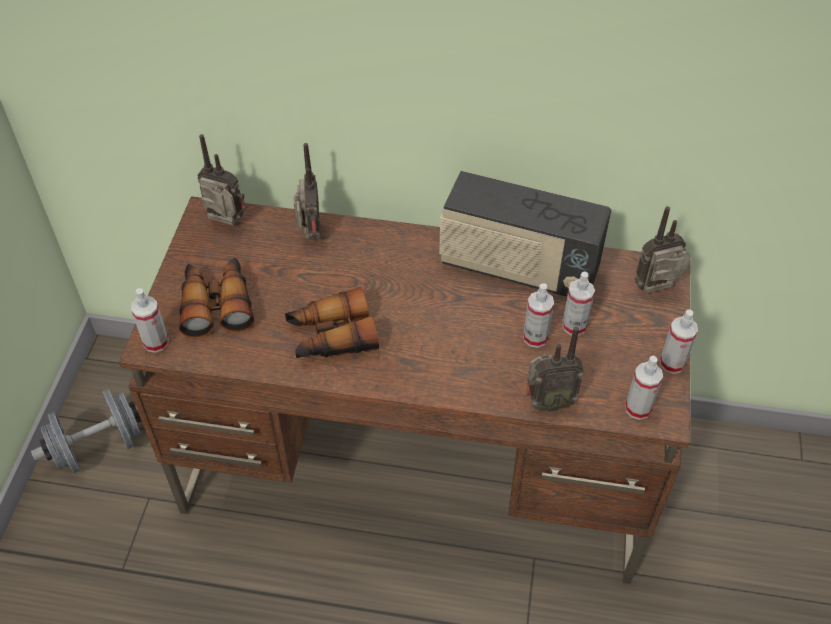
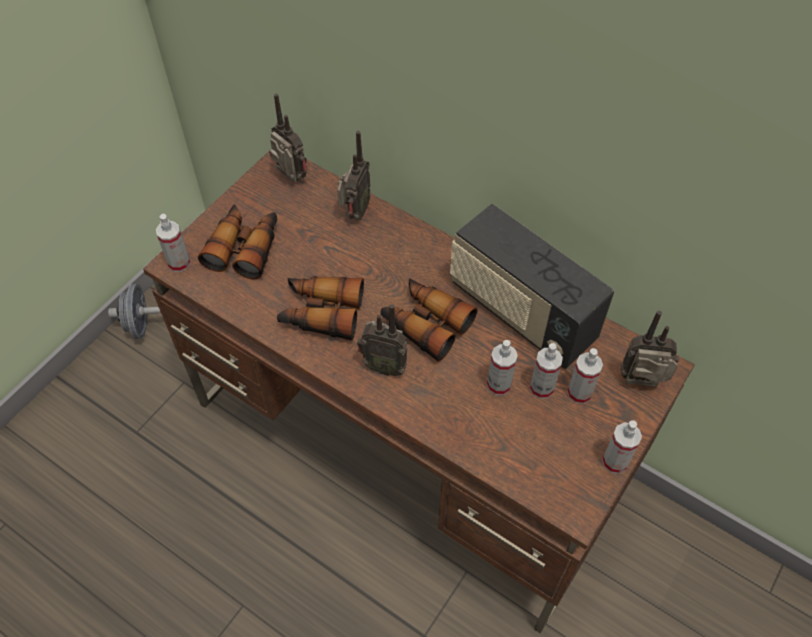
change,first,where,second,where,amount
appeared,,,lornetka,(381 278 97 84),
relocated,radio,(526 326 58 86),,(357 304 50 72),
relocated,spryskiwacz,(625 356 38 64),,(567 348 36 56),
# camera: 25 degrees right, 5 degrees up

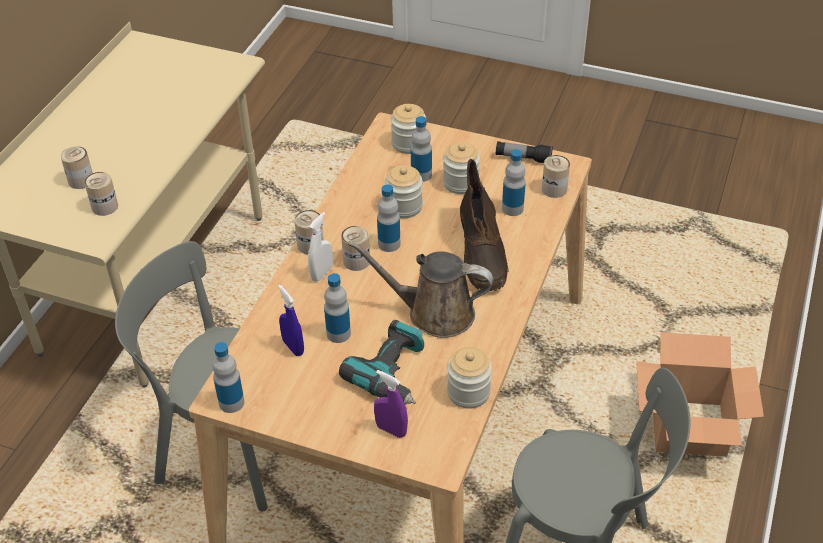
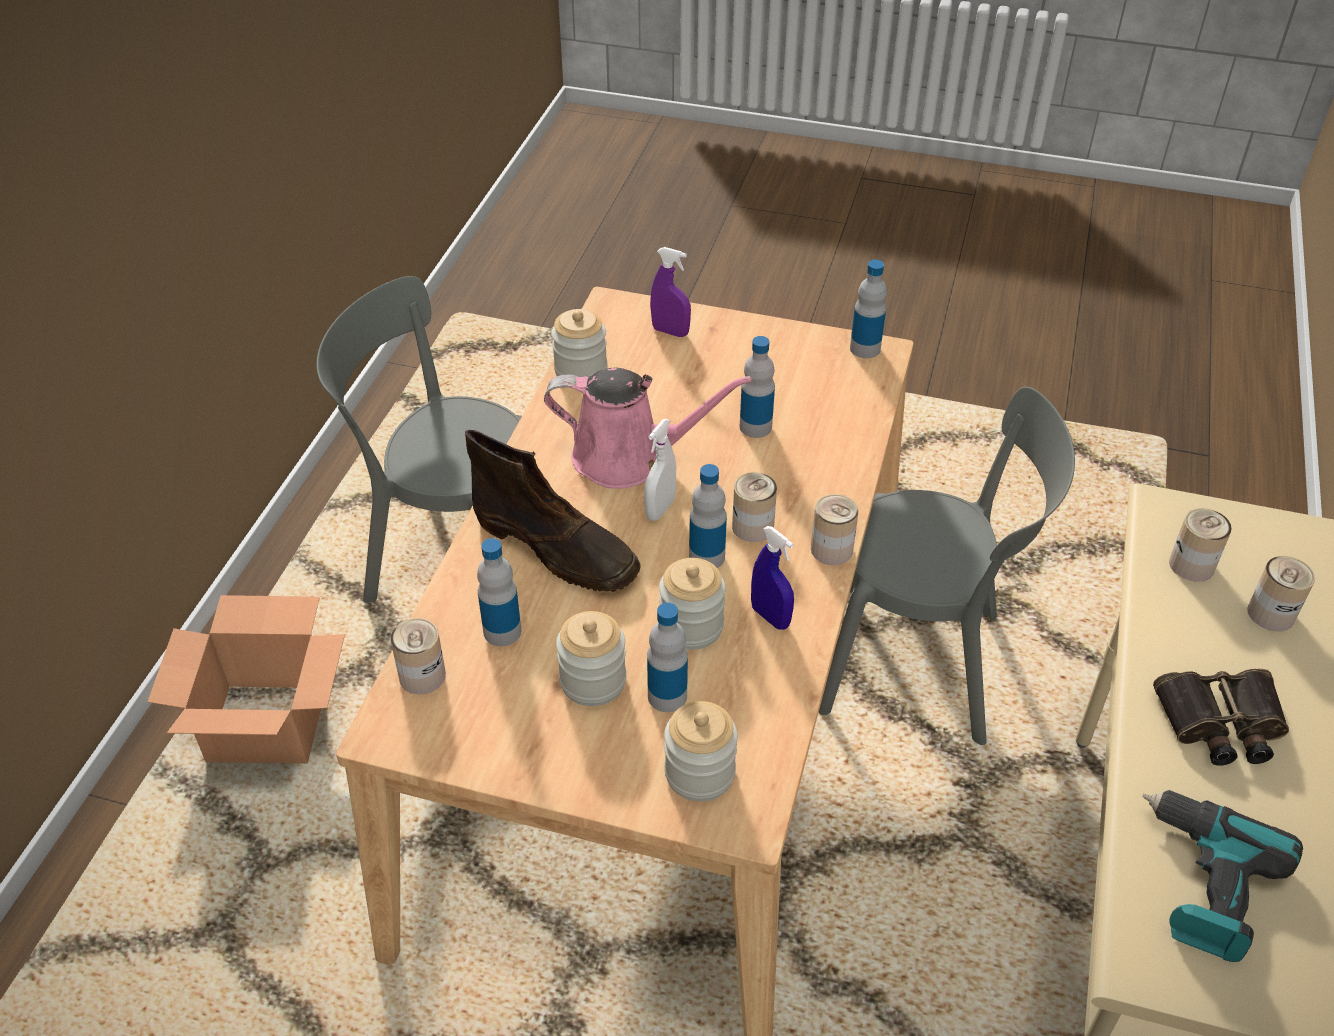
change,first,where,second,where,amount
missing,latarka,(496 141 57 22),,,
appeared,,,lornetka,(1153 669 136 97),
relocated,spryskiwacz [niebieski],(278 285 26 71),,(751 526 43 104),
relocated,spryskiwacz [biały],(308 212 25 70),,(644 419 32 102),
relocated,wiertarka,(339 320 85 85),,(1142 790 161 172),
colour,konewka [brązowy],(348 240 145 98),konewka [różowy],(544 368 208 121),
spun,but z cholewką [brązowy],(460 159 49 132),,(465 430 176 162),135 degrees clockwise
# camera: 175 degrees right, 0 degrees up

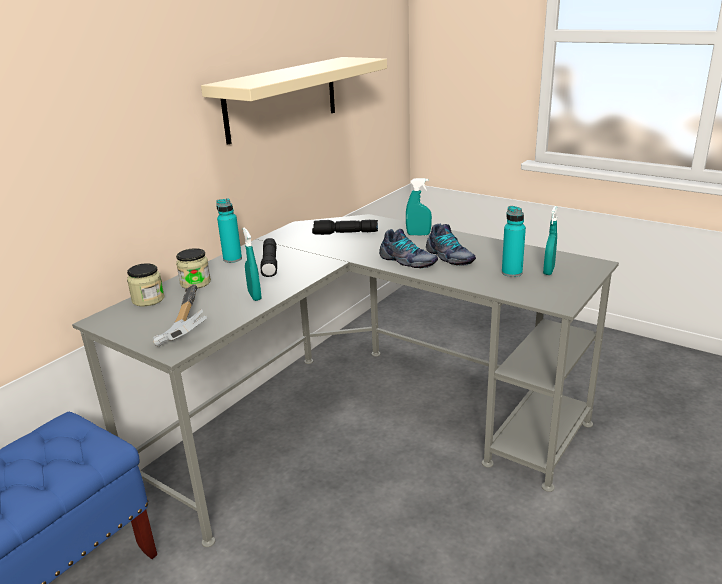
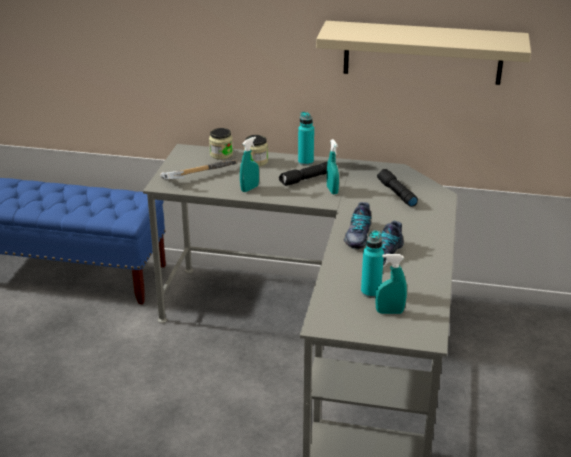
change,first,where,second,where,amount
relocated,spryskiwacz [turkusowy],(406 178 26 58),,(327 139 12 55),
# camera: 65 degrees right, 5 degrees up

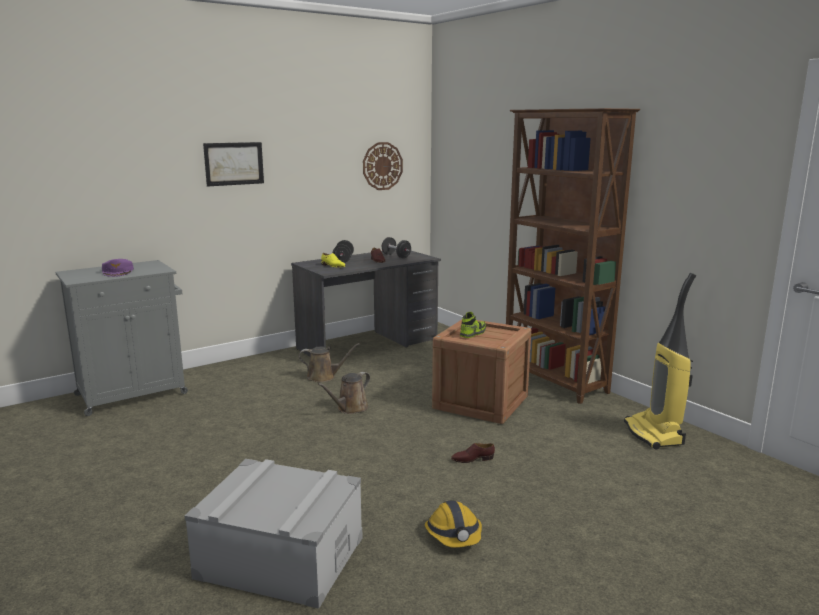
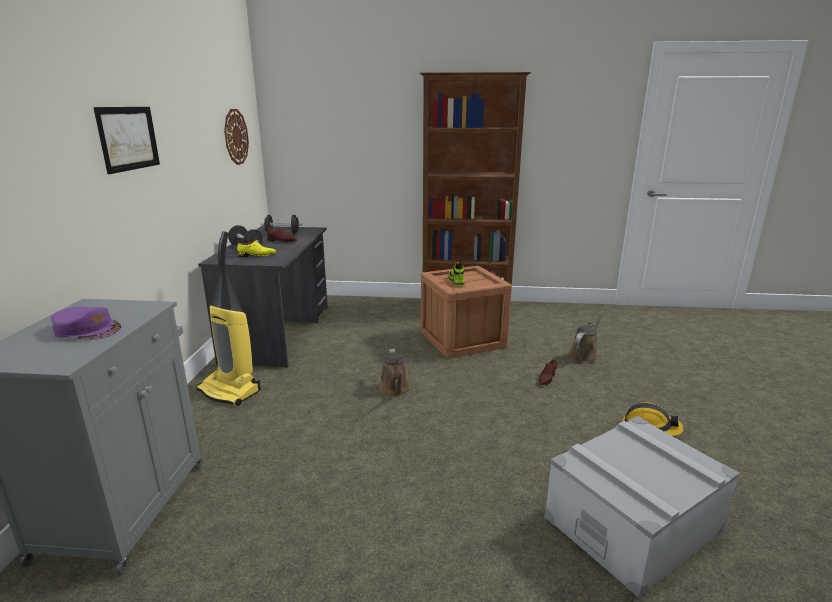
change,first,where,second,where,amount
relocated,konewka [brązowy],(299 343 61 39),,(568 311 36 52),
relocated,odkurzacz,(624 273 72 177),,(197 231 64 175),
# camera: 50 degrees left, 5 degrees up

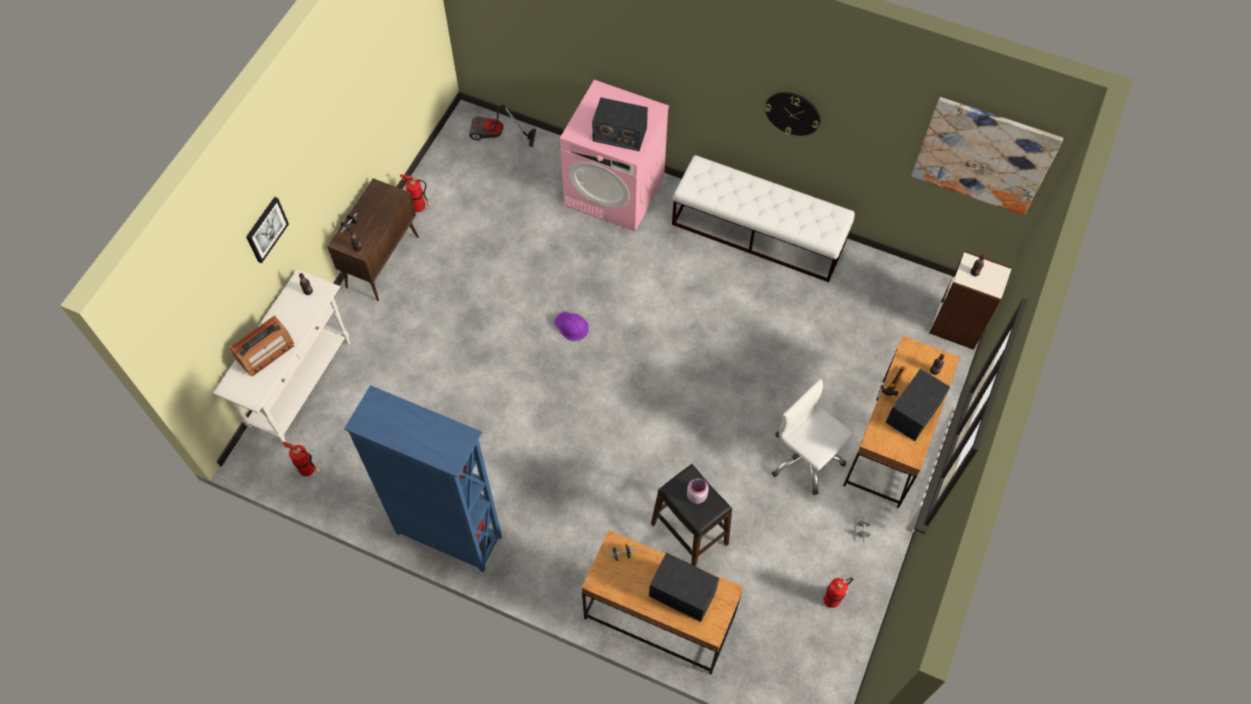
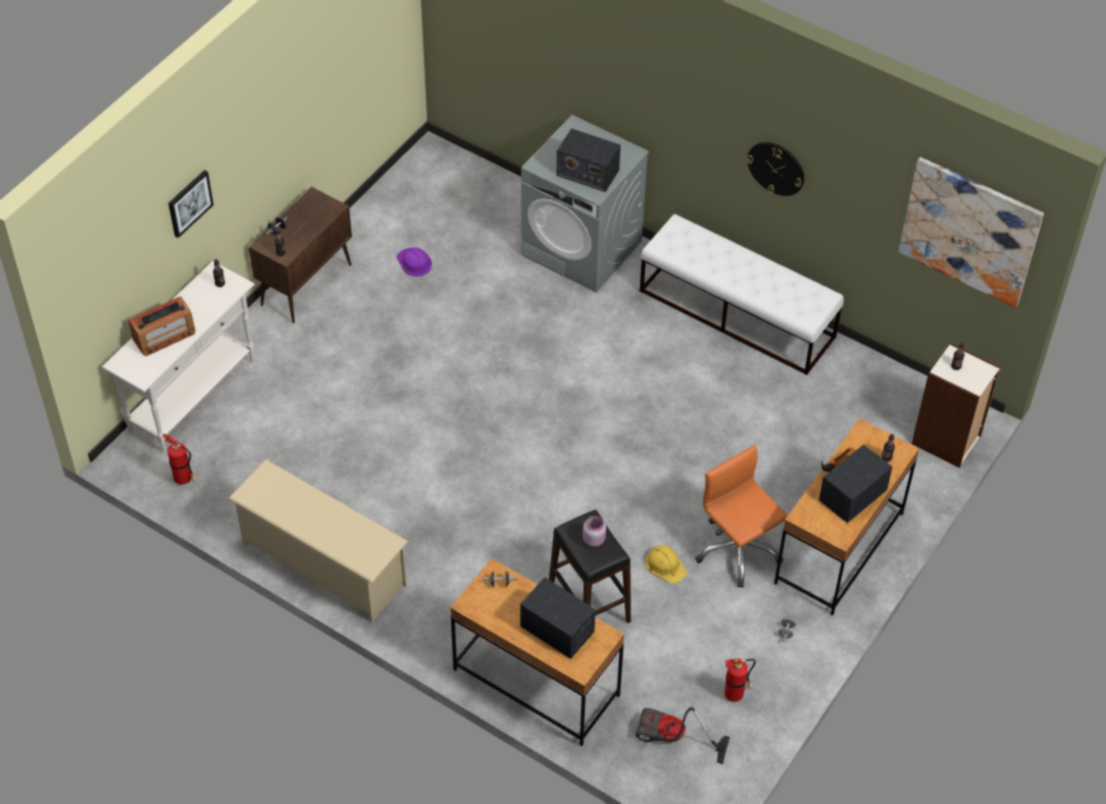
change,first,where,second,where,amount
missing,gaśnica,(400 175 32 37),,,
appeared,,,kask [żółty],(646 545 41 39),
relocated,odkurzacz,(469 105 67 42),,(635 707 95 57),
relocated,kask [fioletowy],(554 312 35 29),,(396 247 36 29),
exchanged,regał [niebieski],(344 385 158 187),regał na buty [beżowy],(228 459 180 163),
colour,pralka [różowy],(560 80 109 151),pralka [szary],(521 115 128 177),
colour,krzesło biurowe [biały],(772 379 82 116),krzesło biurowe [pomarańczowy],(695 445 93 142),
# camera: 10 degrees right, 10 degrees down

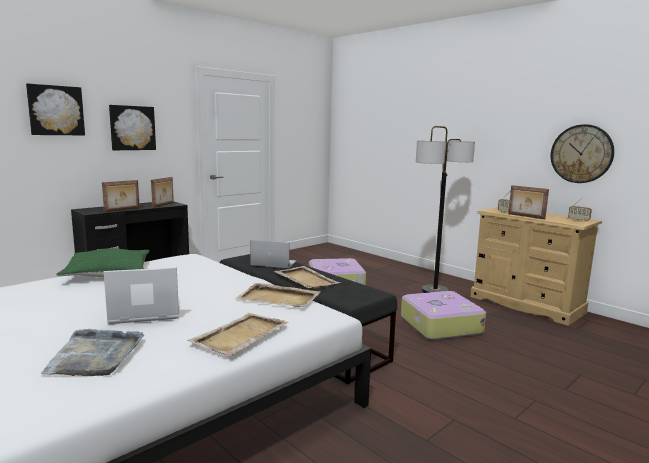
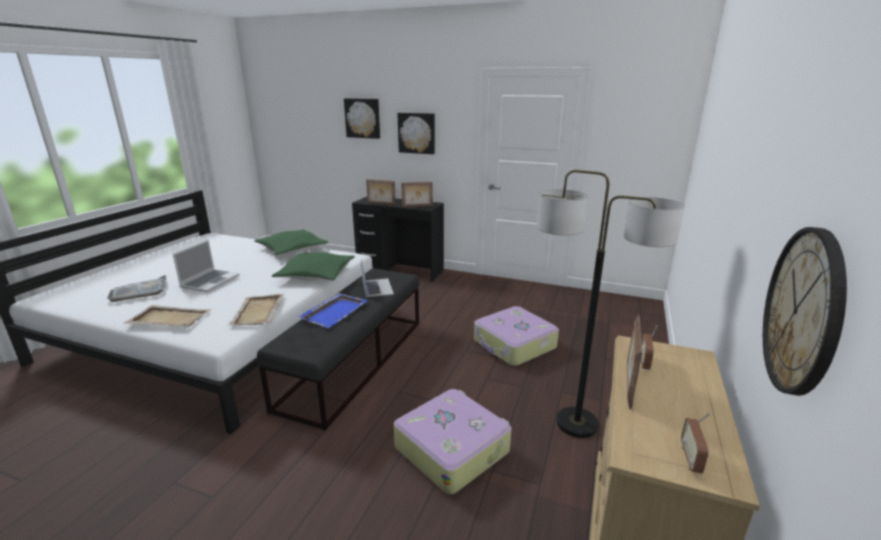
change,first,where,second,where,amount
appeared,,,poduszka [zielony],(272 252 83 29),
colour,taca [beżowy],(274 266 67 24),taca [niebieski],(298 293 70 35),
spun,laptop,(104 267 76 57),,(173 240 67 52),60 degrees clockwise
# camera: 65 degrees right, 10 degrees up

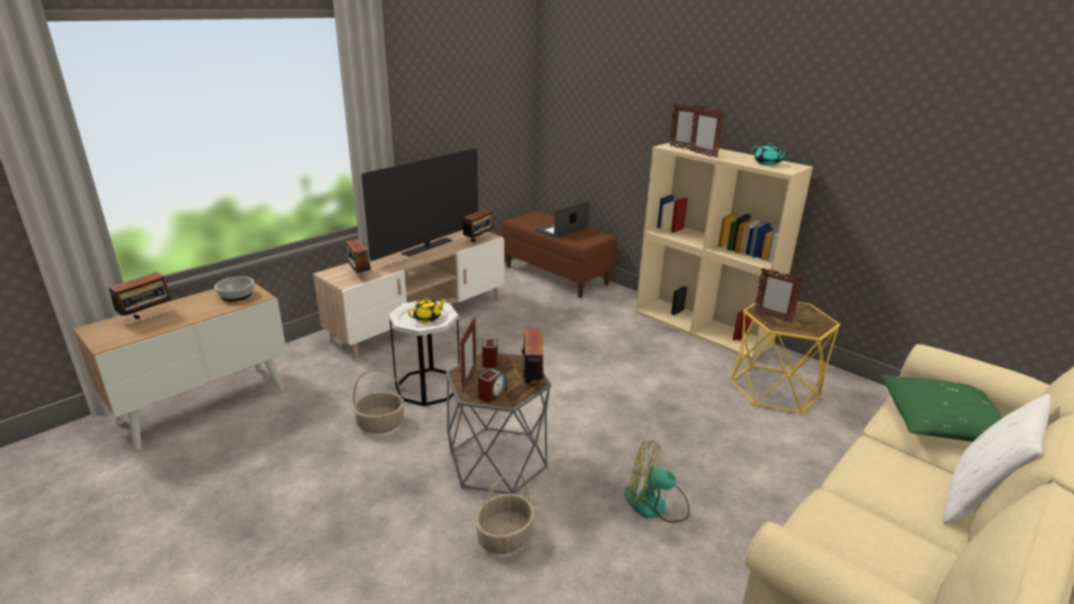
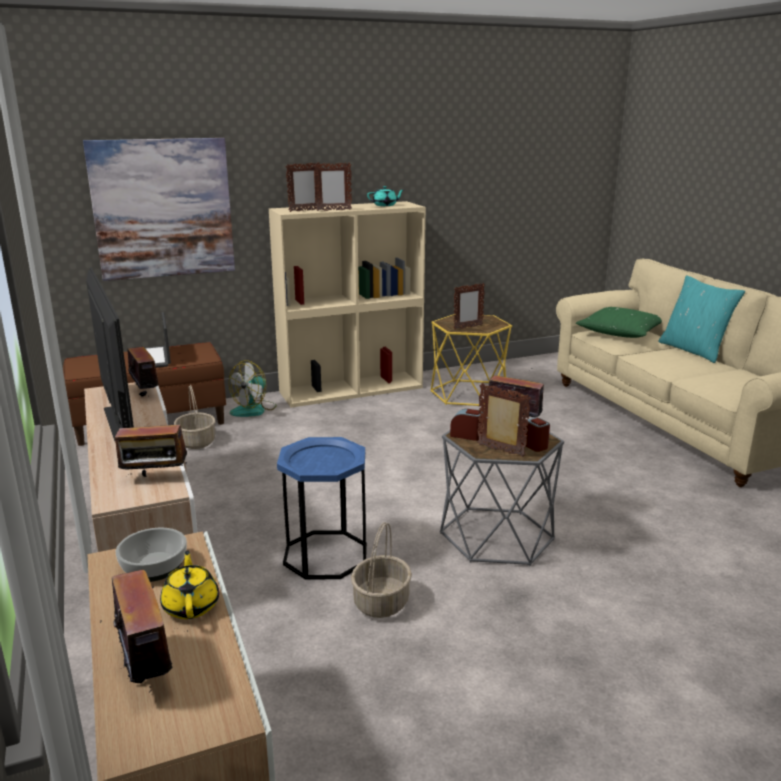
change,first,where,second,where,amount
appeared,,,obraz,(83 138 152 143),
relocated,imbryk [żółty],(408 297 39 26),,(160 550 59 69),
relocated,koszyk,(475 471 60 83),,(174 385 41 64),
relocated,wentylator,(624 440 66 83),,(229 360 48 57),
colour,stolik [biały],(389 301 71 105),stolik [niebieski],(277 437 90 142),
colour,poduszka [biały],(943 394 108 131),poduszka [turkusowy],(658 275 87 88),
# camera: 65 degrees left, 5 degrees down

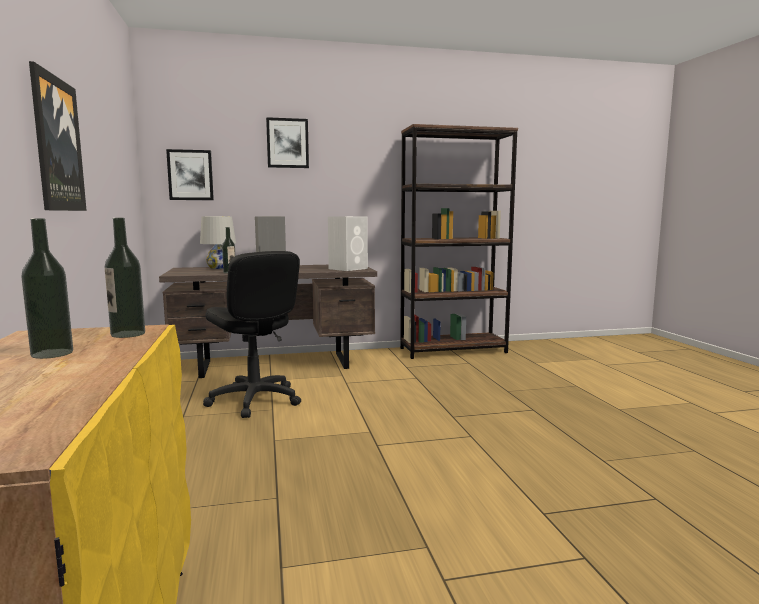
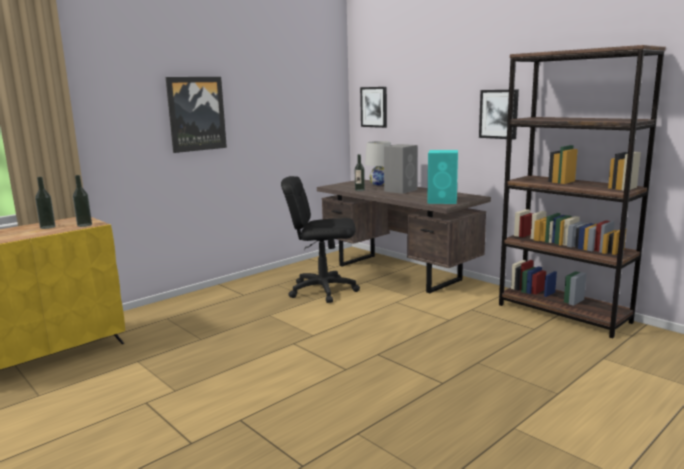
change,first,where,second,where,amount
relocated,obraz,(266 117 43 51),,(479 89 40 51),
colour,głośnik [biały],(328 216 40 55),głośnik [turkusowy],(427 150 31 54),
spun,krzesło biurowe [czarny],(203 251 98 167),,(281 176 79 127),75 degrees clockwise
# camera: 60 degrees right, 5 degrees up

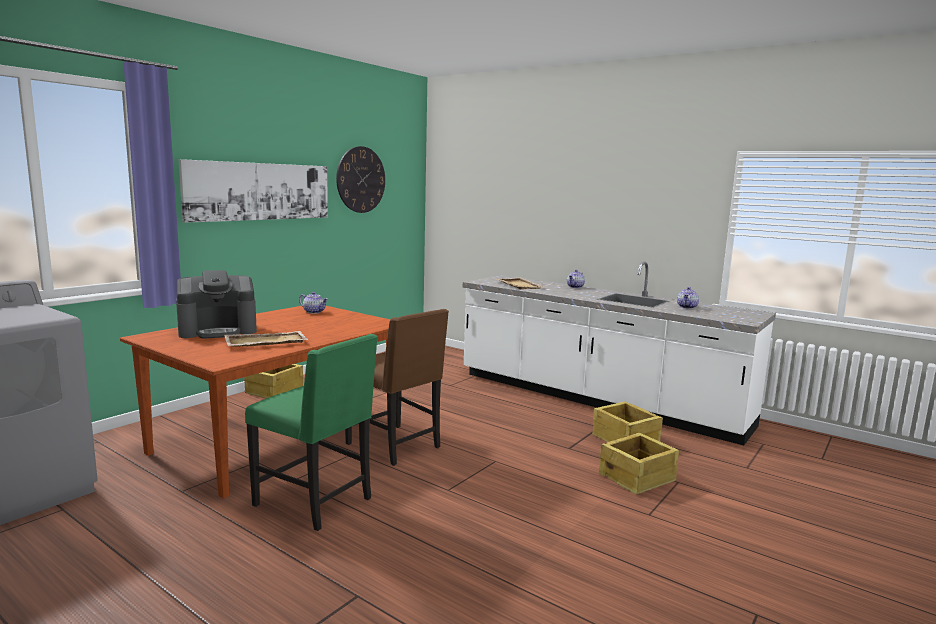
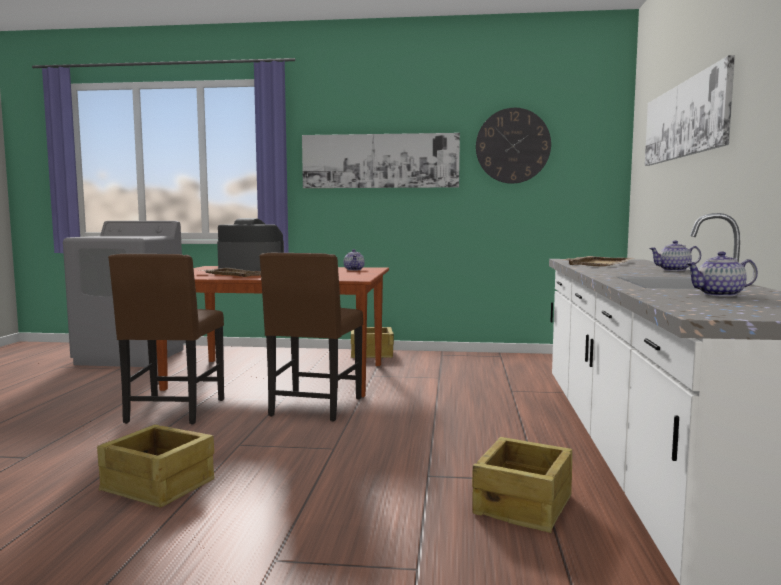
change,first,where,second,where,amount
appeared,,,obraz,(645 55 90 111),
relocated,skrzynka,(599 433 80 62),,(97 425 118 82),
colour,krzesło [zielony],(245 334 133 197),krzesło [brązowy],(108 254 116 170),
spun,ekspres do kawy,(176 270 81 69),,(217 218 67 53),150 degrees clockwise
# camera: 60 degrees right, 5 degrees down

